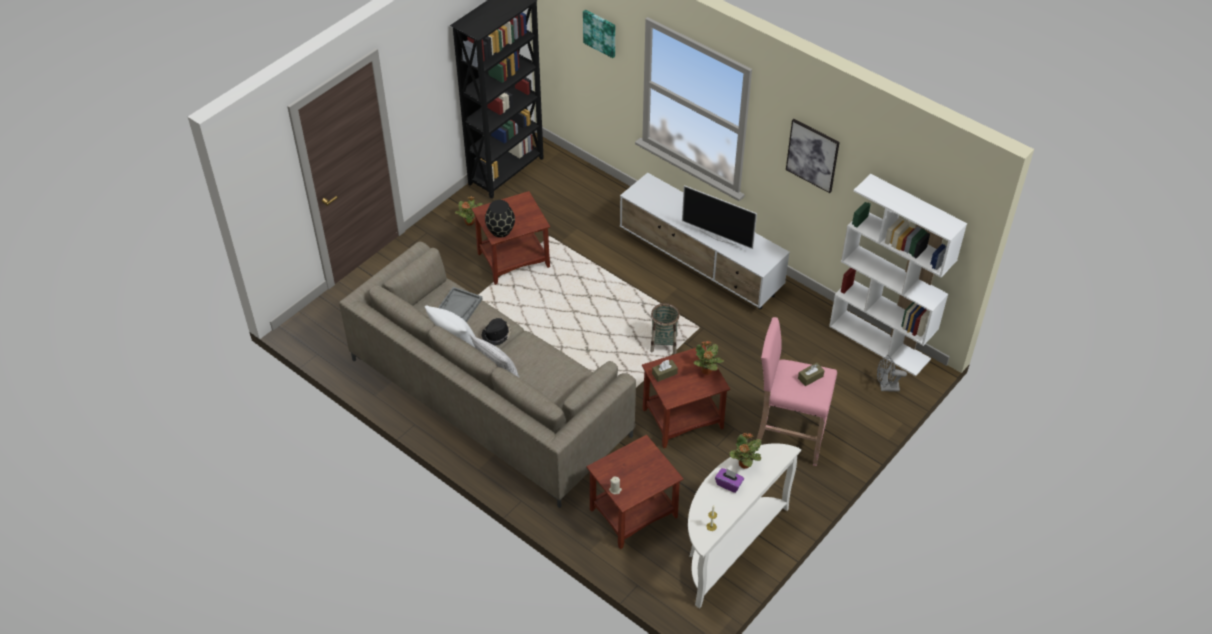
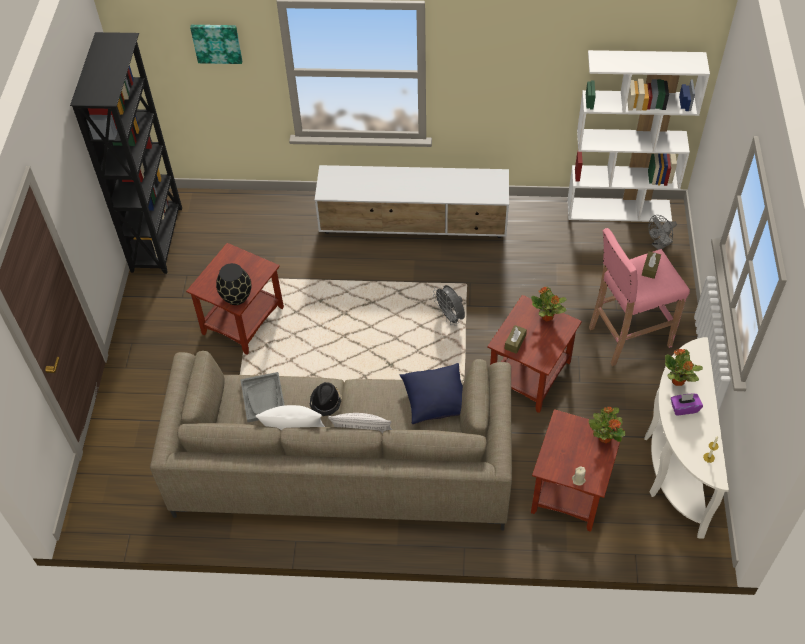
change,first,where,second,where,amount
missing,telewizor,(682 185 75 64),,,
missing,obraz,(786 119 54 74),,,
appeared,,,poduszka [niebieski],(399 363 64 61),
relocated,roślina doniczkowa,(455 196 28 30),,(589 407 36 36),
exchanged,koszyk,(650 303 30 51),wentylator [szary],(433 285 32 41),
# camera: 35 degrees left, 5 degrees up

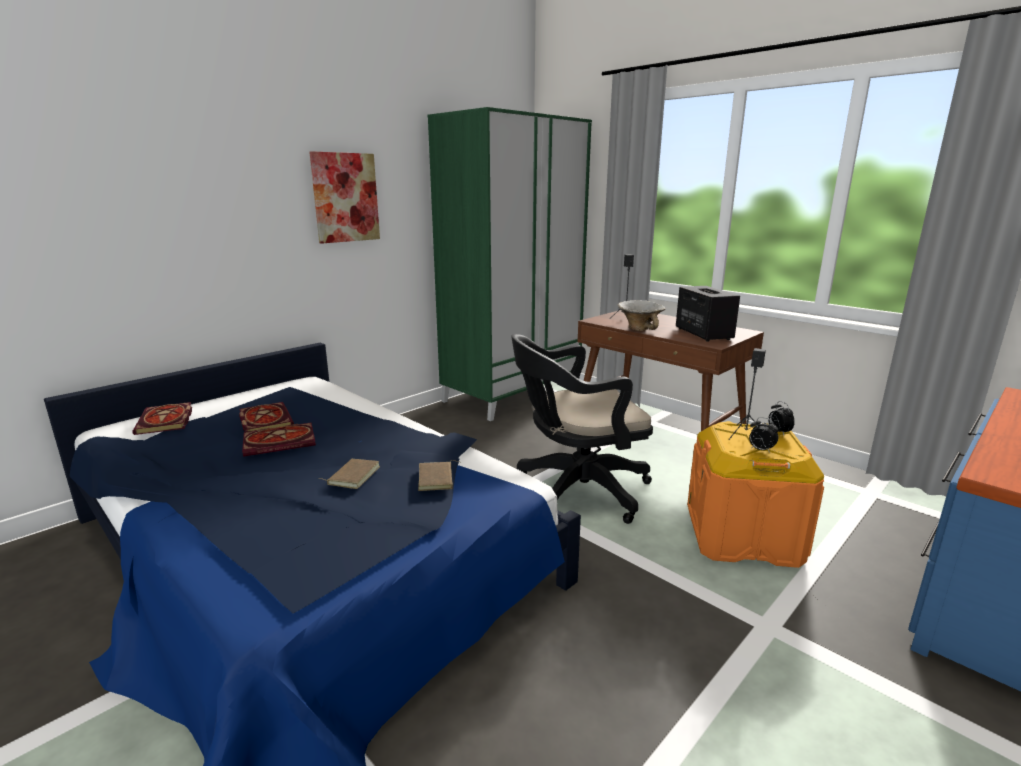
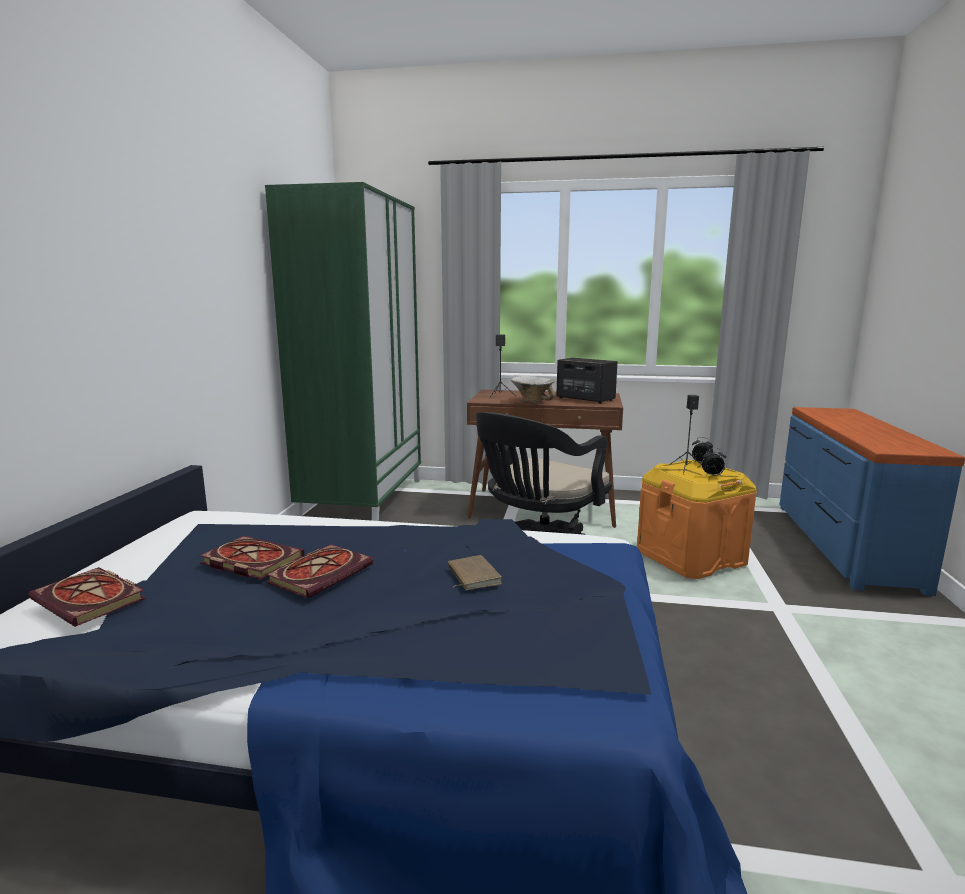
change,first,where,second,where,amount
missing,obraz,(309 151 71 93),,,
missing,książka [brązowy],(418 460 41 31),,,
# camera: 35 degrees left, 5 degrees down

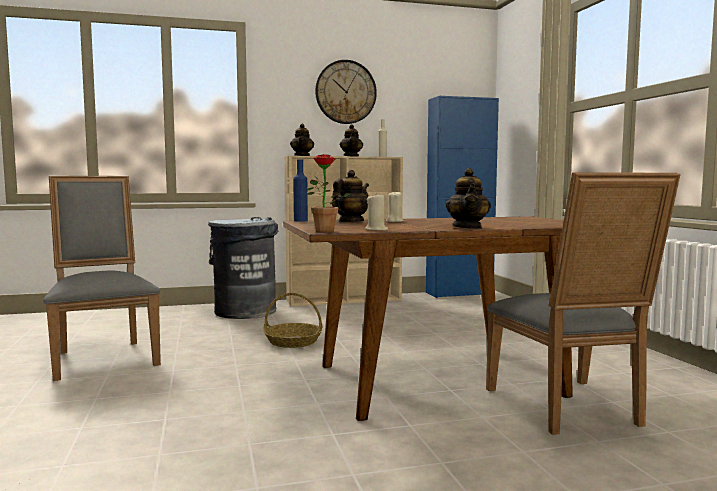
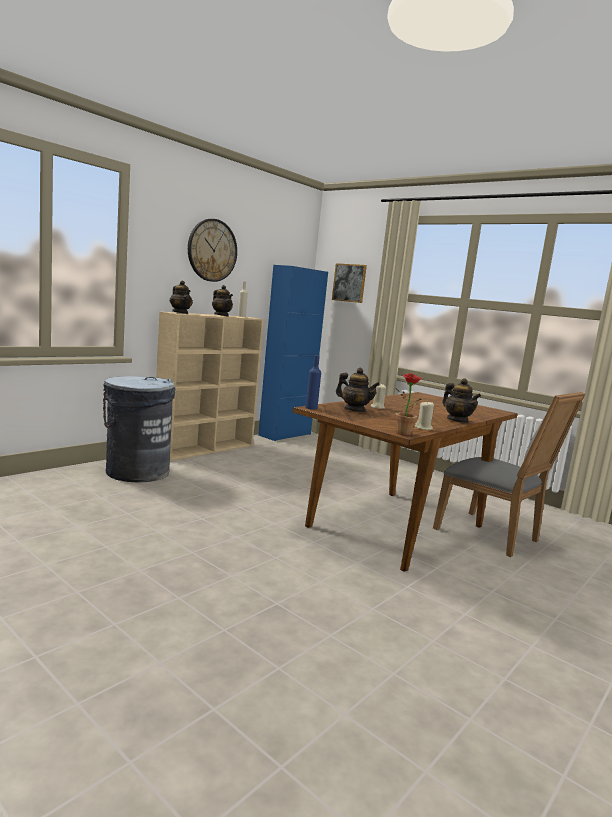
change,first,where,second,where,amount
missing,krzesło [szary],(43 176 118 205),,,
missing,koszyk,(264 293 58 55),,,
appeared,,,obraz,(332 263 35 40),
spun,imbryk,(332 170 37 52),,(336 368 44 44),120 degrees clockwise
# camera: 35 degrees left, 5 degrees up

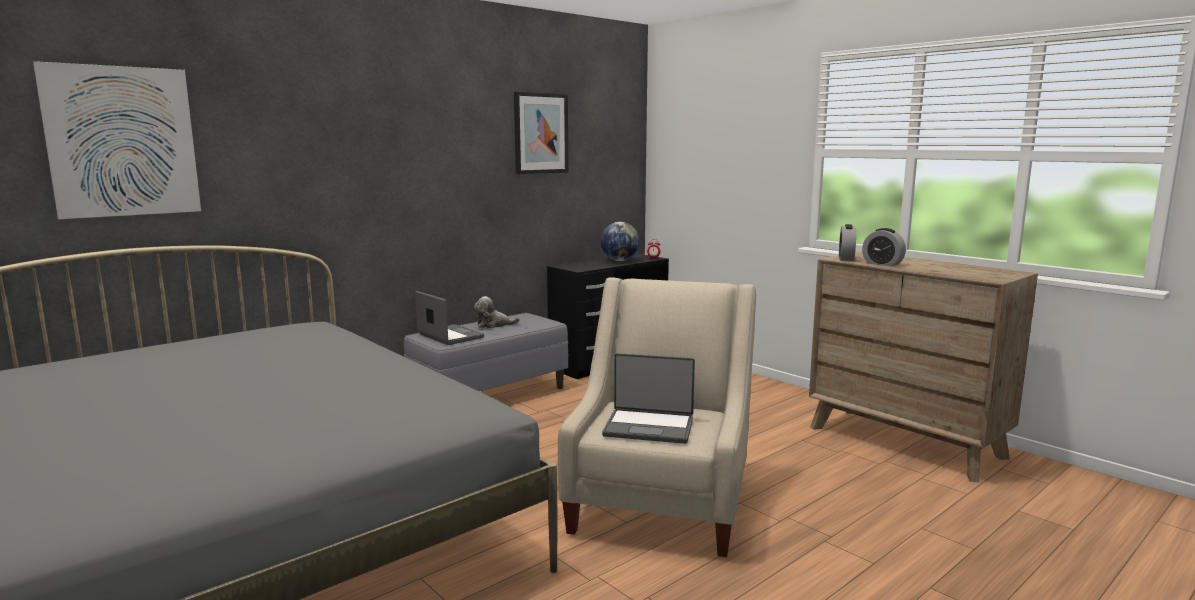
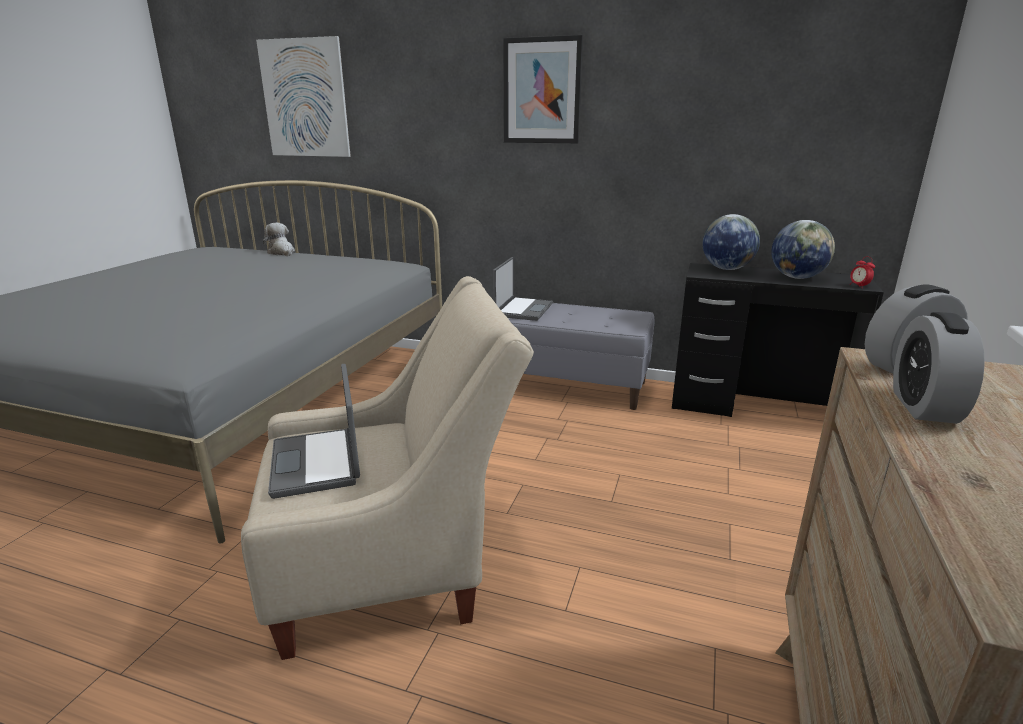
change,first,where,second,where,amount
appeared,,,globus,(702 214 58 56),
relocated,pluszak,(474 296 46 32),,(263 222 32 34),
relocated,obraz,(514 91 55 83),,(503 35 80 109),
# camera: 60 degrees right, 10 degrees up

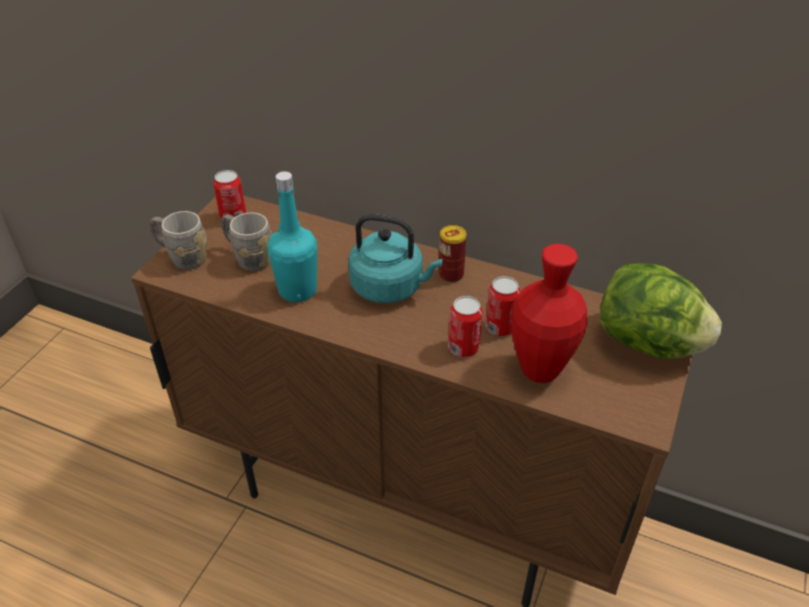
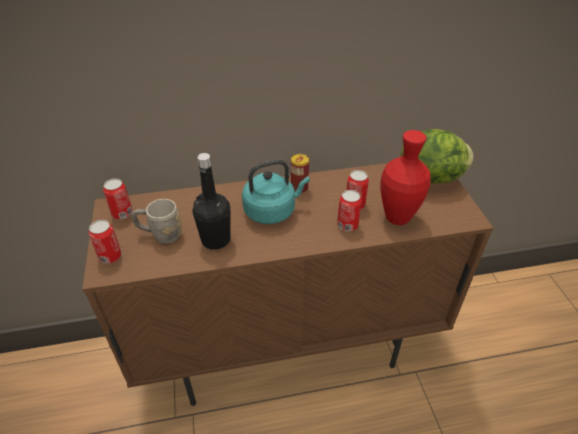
change,first,where,second,where,amount
exchanged,kubek [szary],(149 211 58 59),puszka,(89 220 33 44),
colour,butelka [turkusowy],(267 171 50 131),butelka [czarny],(193 153 37 97),
# camera: 35 degrees left, 0 degrees up

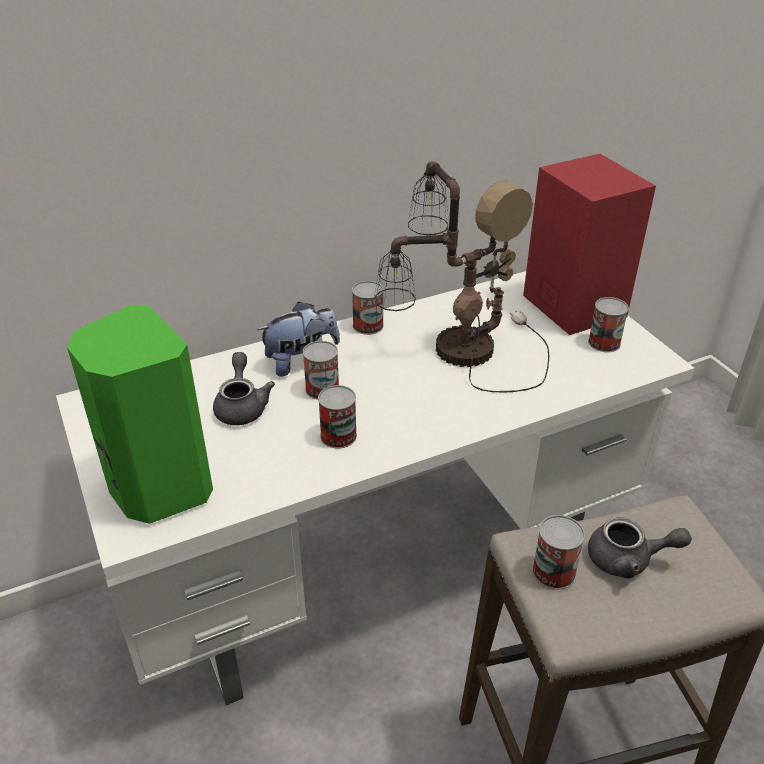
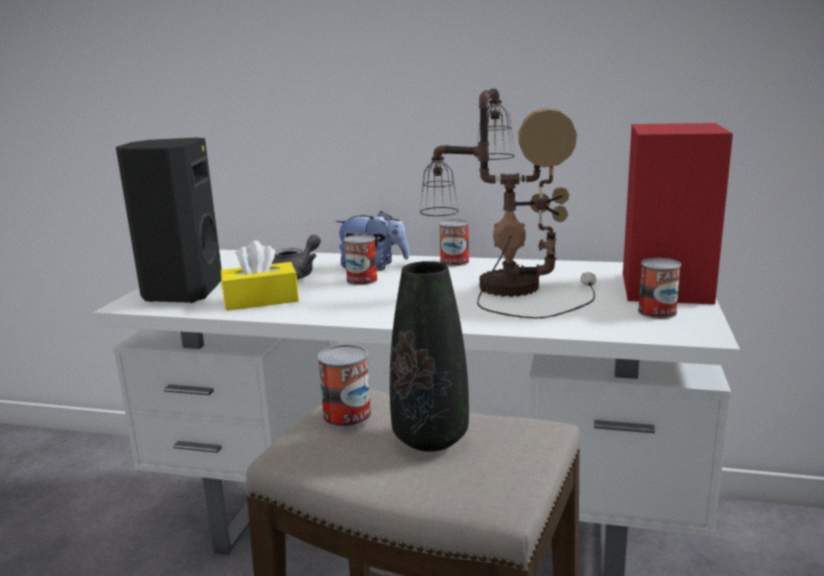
change,first,where,second,where,amount
missing,puszka,(318 385 39 64),,,
appeared,,,pudełko chusteczek [żółty],(221 241 78 70),
exchanged,imbryk [szary],(588 517 104 61),wazon [czarny],(390 261 79 191),
colour,głośnik [zielony],(67 306 146 218),głośnik [czarny],(116 137 106 166),
# camera: 40 degrees right, 20 degrees down

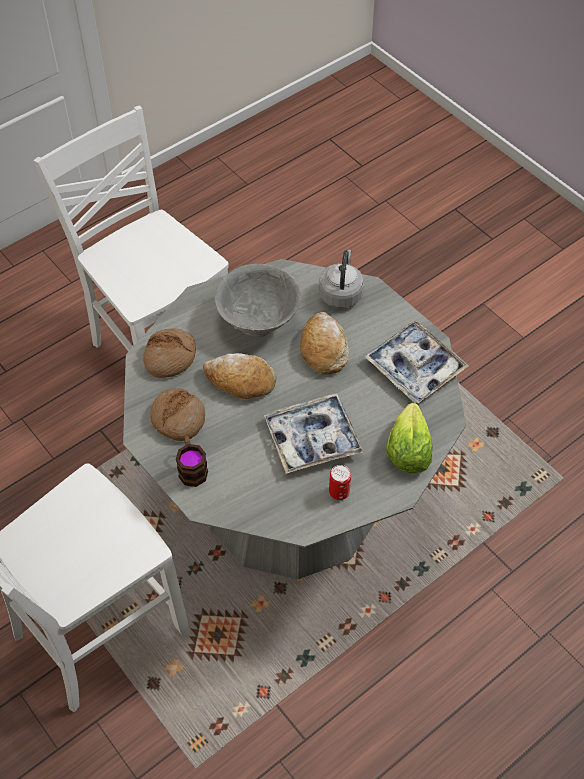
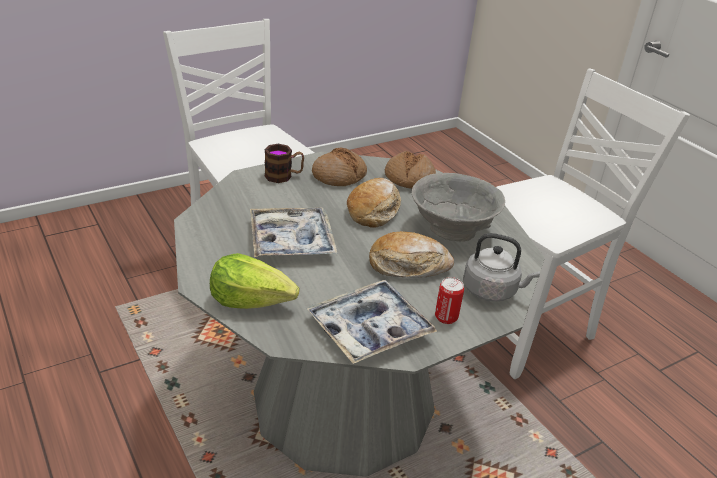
change,first,where,second,where,amount
relocated,puszka,(329 465 22 35),,(435 277 29 47),
# camera: 95 degrees right, 20 degrees down

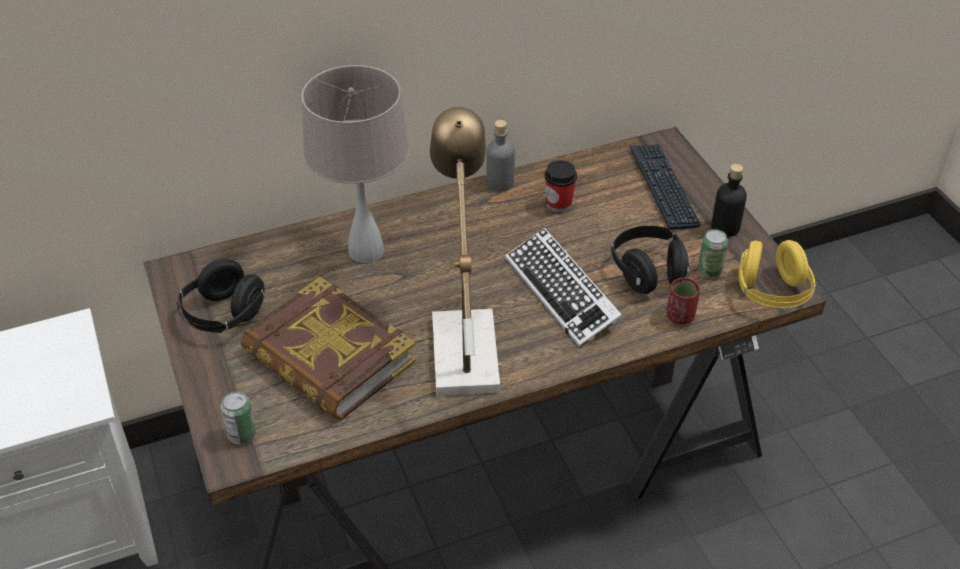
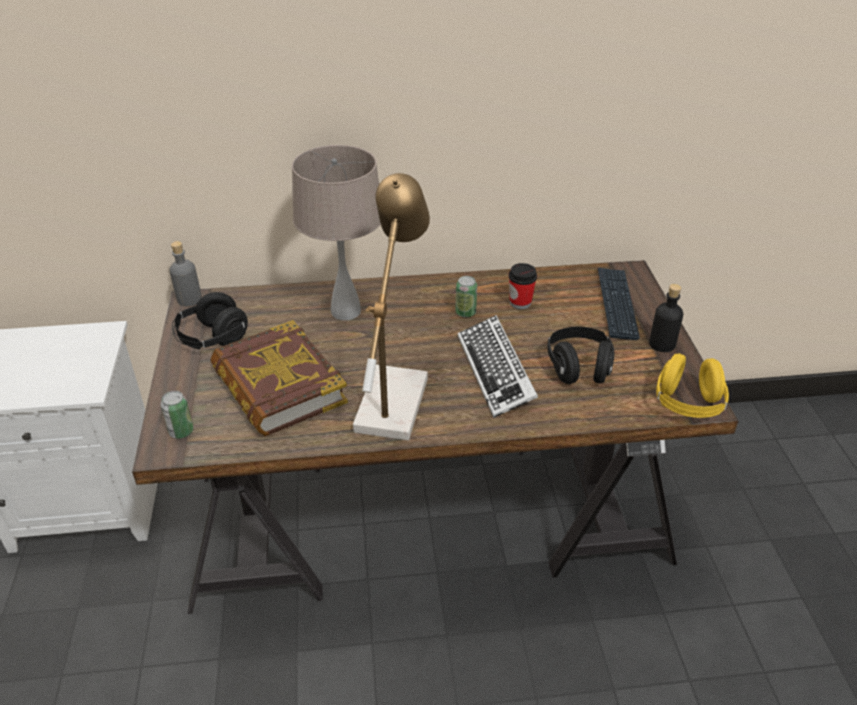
change,first,where,second,where,amount
missing,filiżanka [czerwony],(667 278 34 47),,,
relocated,butelka [szary],(486 120 29 71),,(170 241 32 66),
relocated,puszka,(698 229 30 49),,(455 276 22 42),
# camera: 15 degrees right, 5 degrees down

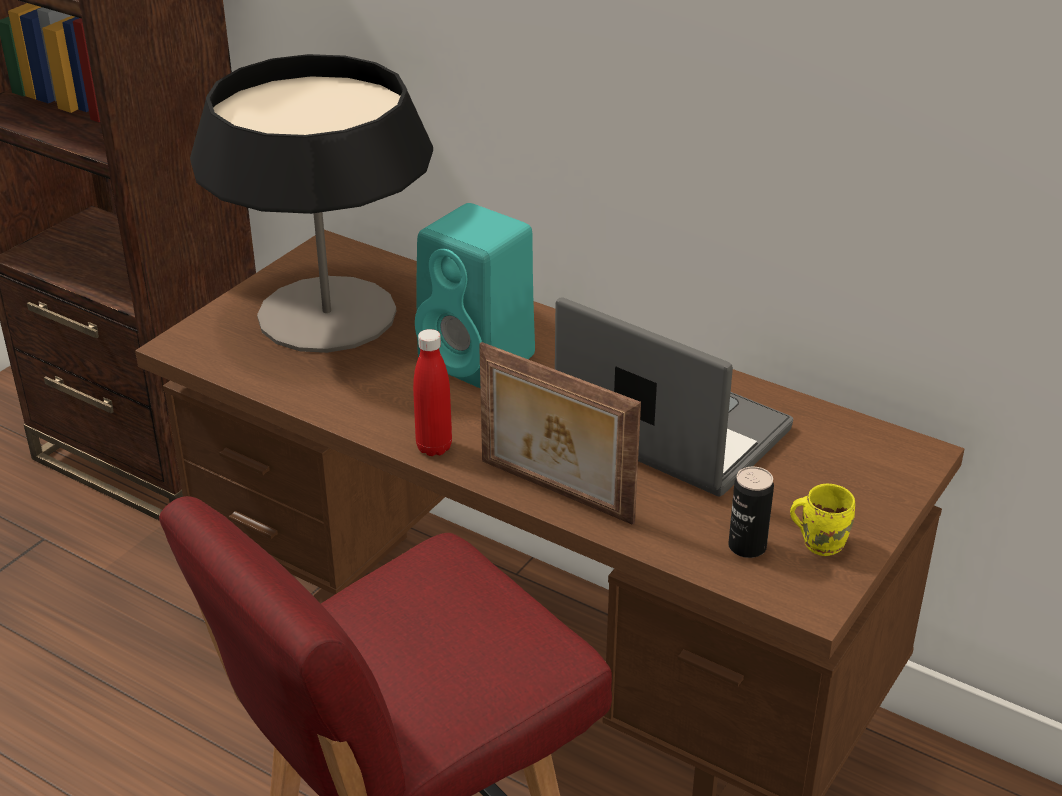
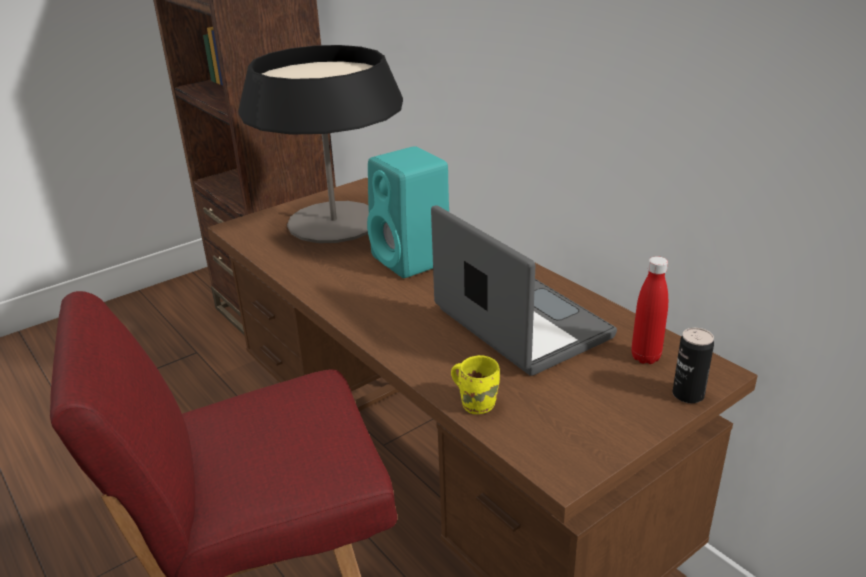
change,first,where,second,where,amount
missing,ramka na zdjęcie,(479 342 162 183),,,
relocated,butelka [czerwony],(413 329 39 127),,(631 256 37 108),
relocated,puszka,(728 467 46 91),,(672 328 42 75),
relocated,kubek [żółty],(790 484 65 72),,(451 355 49 59),
# camera: 20 degrees right, 5 degrees down

